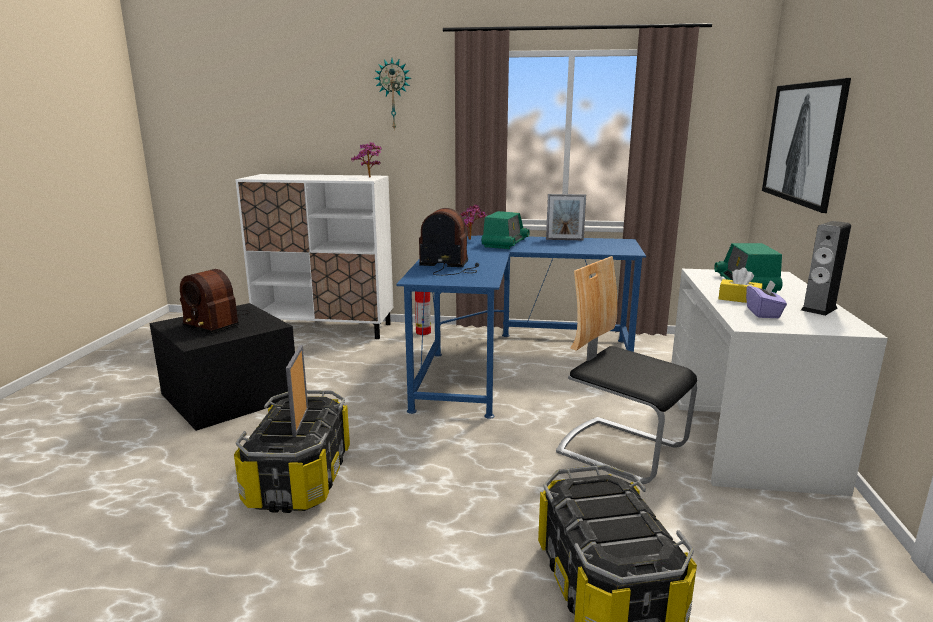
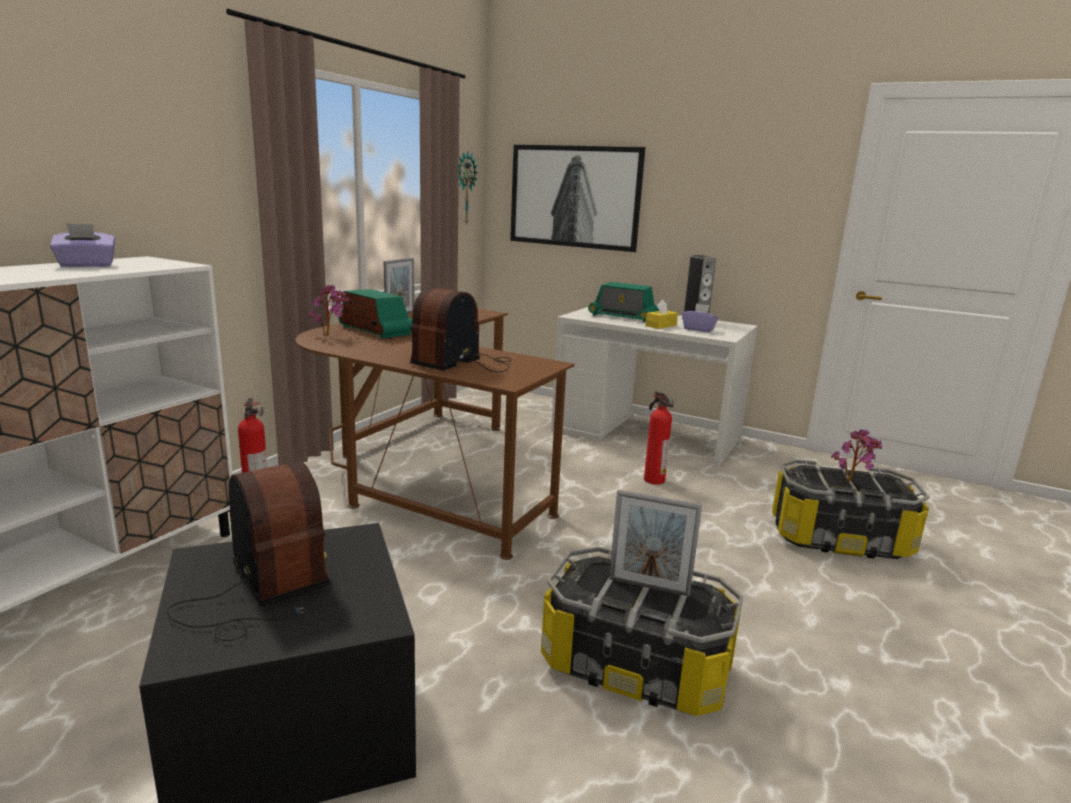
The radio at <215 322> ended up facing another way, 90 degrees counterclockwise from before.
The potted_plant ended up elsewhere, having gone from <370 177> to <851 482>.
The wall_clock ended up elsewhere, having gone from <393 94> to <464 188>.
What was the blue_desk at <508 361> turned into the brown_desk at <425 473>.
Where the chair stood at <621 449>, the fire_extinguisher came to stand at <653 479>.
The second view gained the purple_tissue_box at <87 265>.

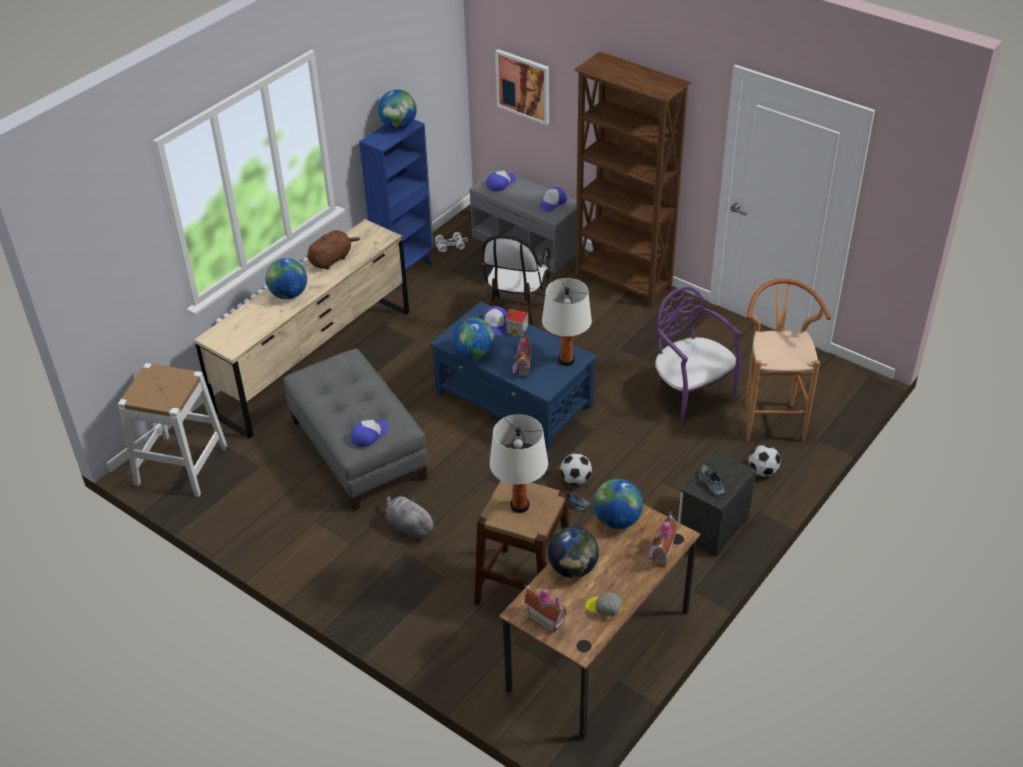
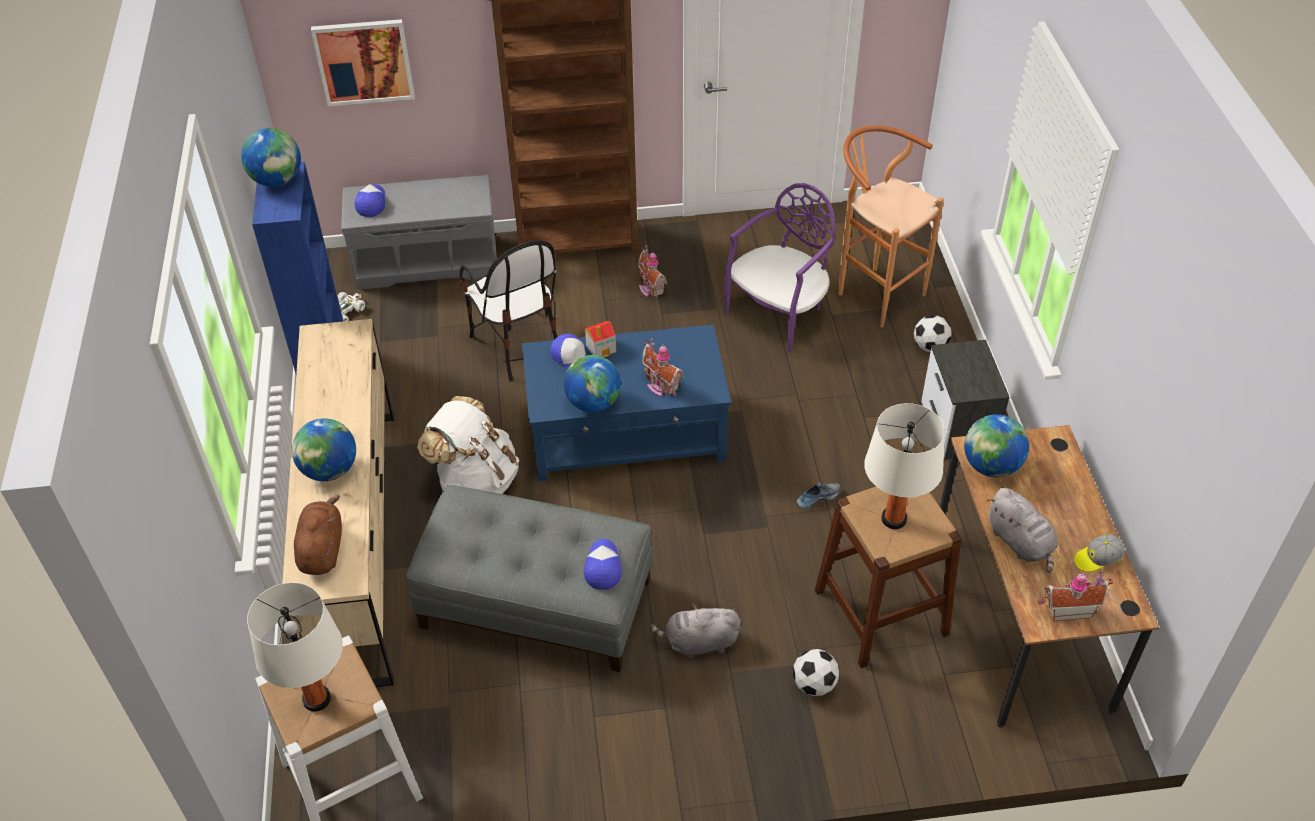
The brown_plush_toy ended up elsewhere, having gone from <332 259> to <322 549>.
The second view lost the cap at <552 203>.
The white_table_lamp ended up elsewhere, having gone from <566 360> to <316 699>.
Where the globe stood at <572 568>, the grey_plush_toy came to stand at <1020 543>.
The football ended up elsewhere, having gone from <575 480> to <814 684>.
The toy_house ended up elsewhere, having gone from <660 553> to <650 288>.
The purple_chair at <691 392> ended up facing another way, 120 degrees clockwise from before.
The second view lost the shoe at <710 483>.
The second view gained the white_backpack at <476 480>.

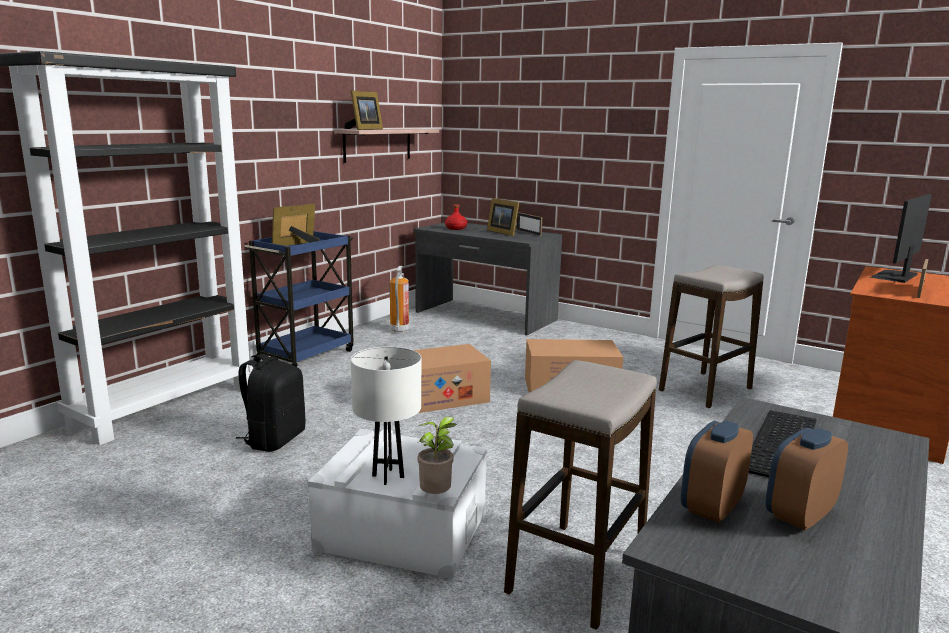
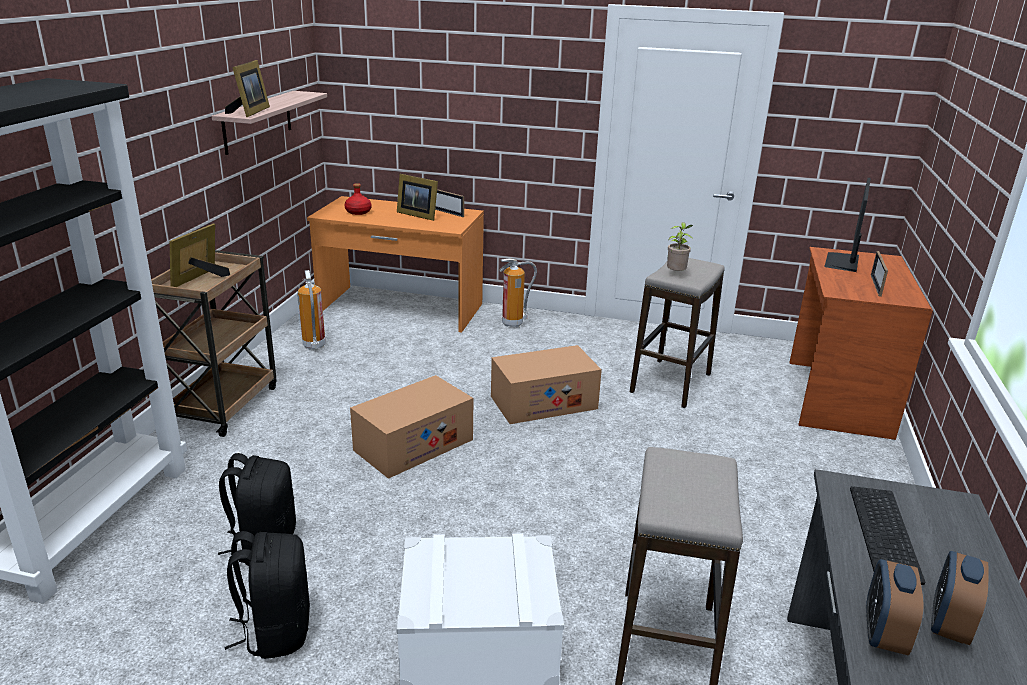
What was the blue_cart at <306 355> turned into the brown_cart at <224 404>.
The second view lost the white_table_lamp at <388 476>.
What was the grey_desk at <484 316> turned into the orange_desk at <400 309>.
The potted_plant ended up elsewhere, having gone from <437 497> to <676 274>.
The second view gained the black_backpack at <276 630>.
The second view gained the fire_extinguisher at <513 323>.

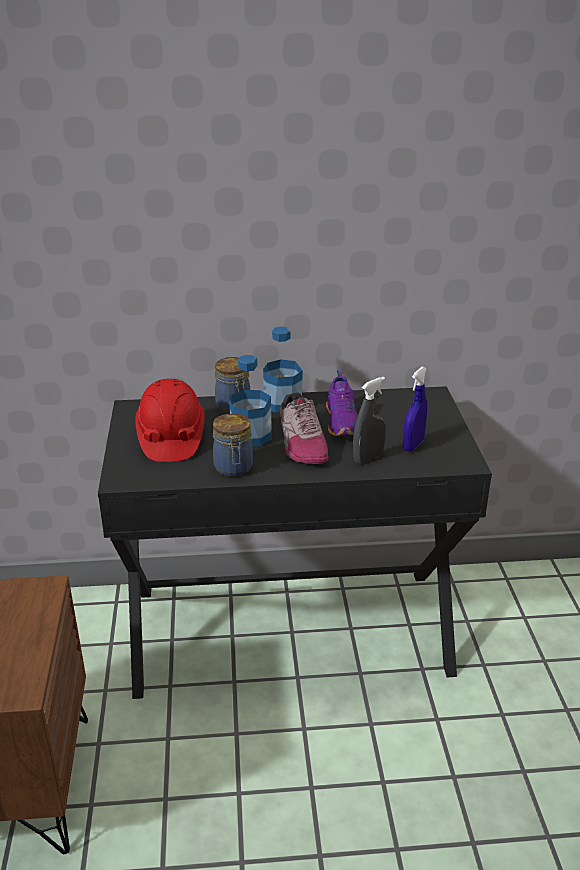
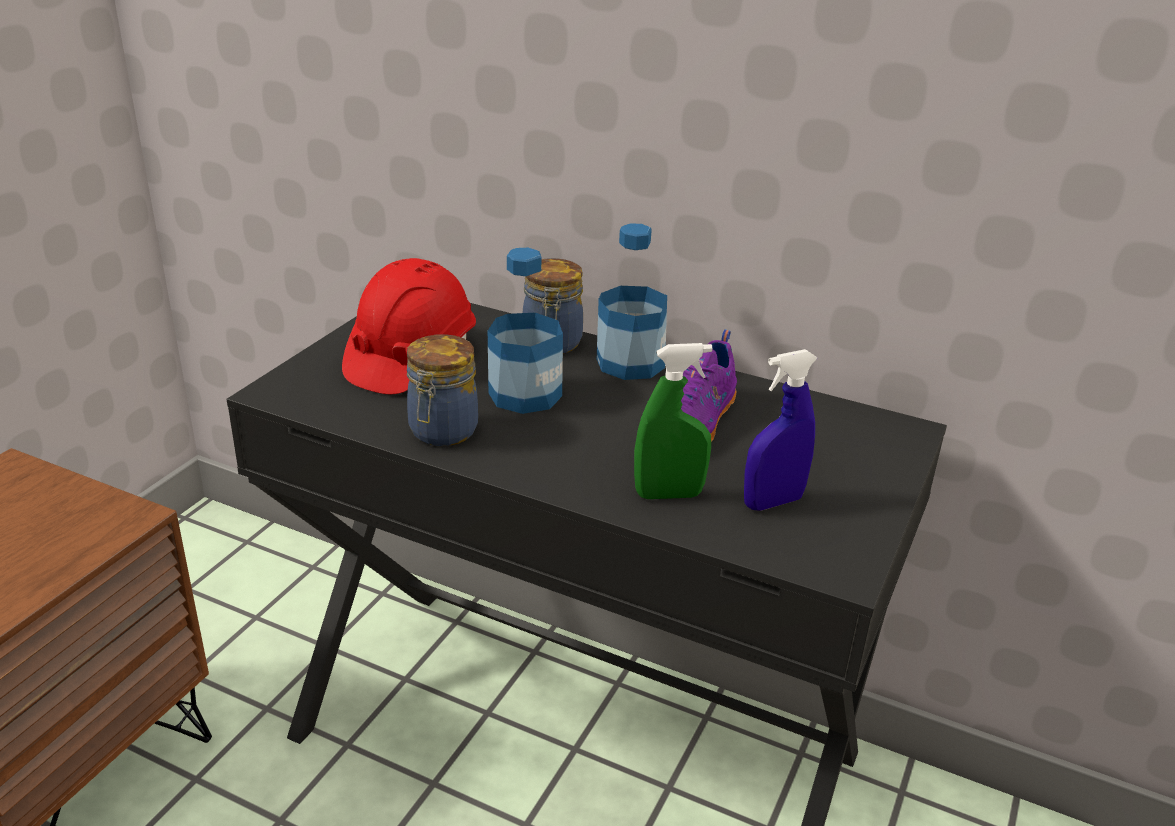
The second view lost the shoe at <301 442>.
What was the grey_spray_bottle at <368 458> turned into the green_spray_bottle at <668 494>.

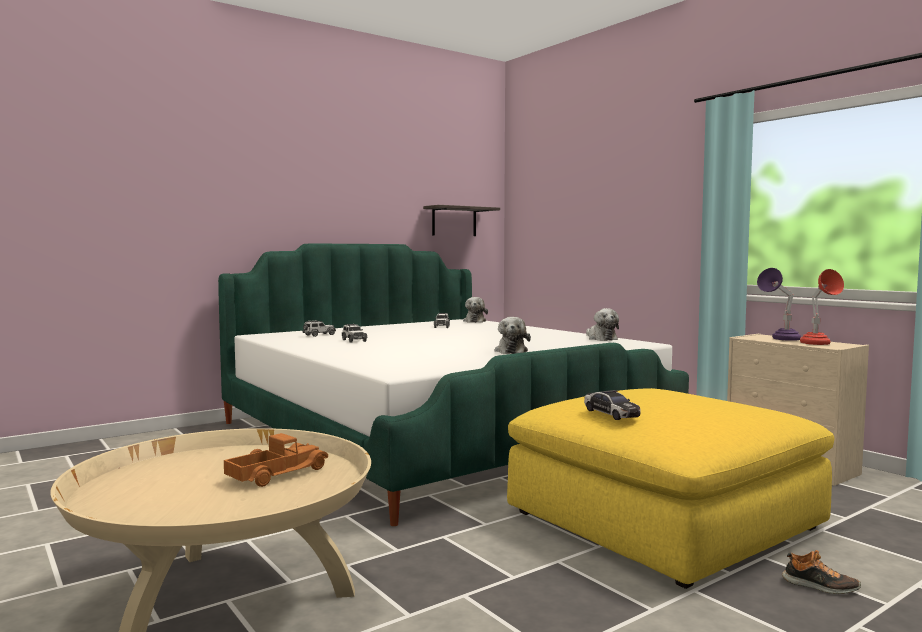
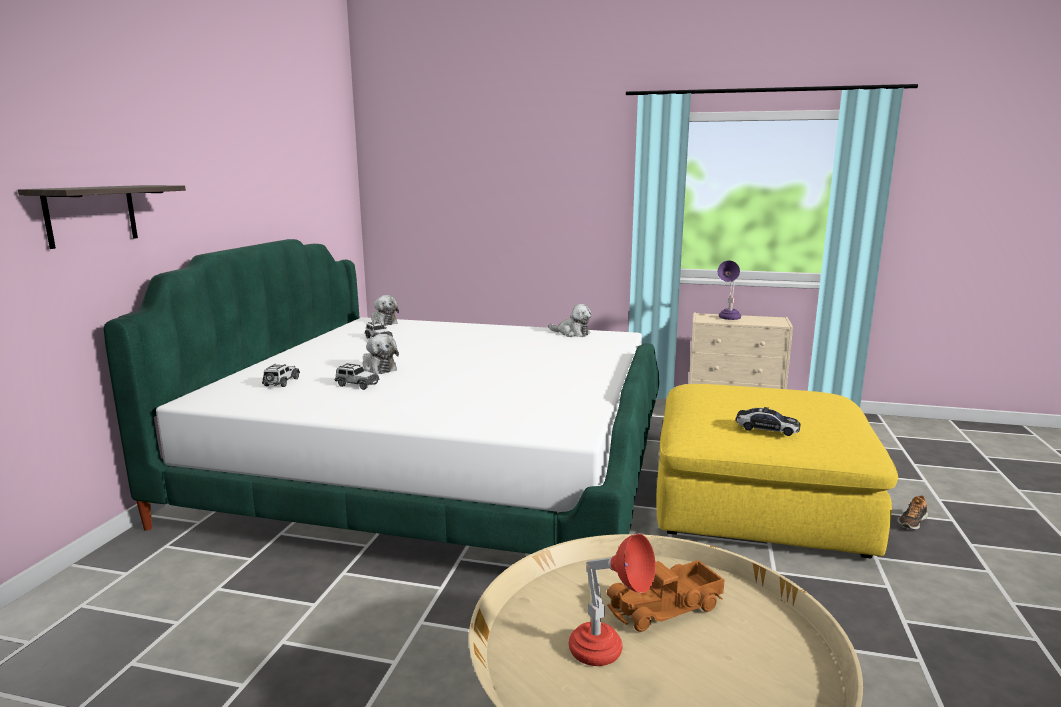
The toy_truck at <276 474> ended up facing another way, 120 degrees counterclockwise from before.
The shelf ended up elsewhere, having gone from <454 221> to <91 215>.
The plush_toy ended up elsewhere, having gone from <511 351> to <378 368>.
The shoe at <820 586> ended up facing another way, 150 degrees clockwise from before.
The red_table_lamp ended up elsewhere, having gone from <819 344> to <607 657>.

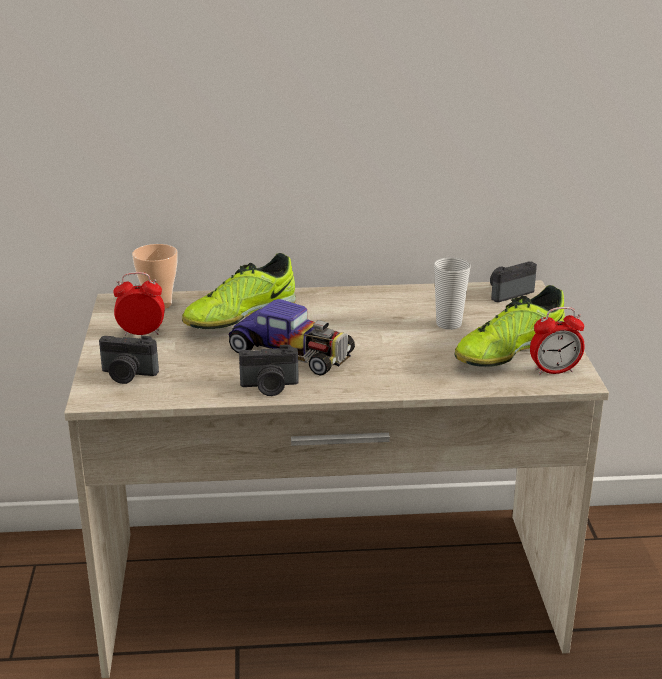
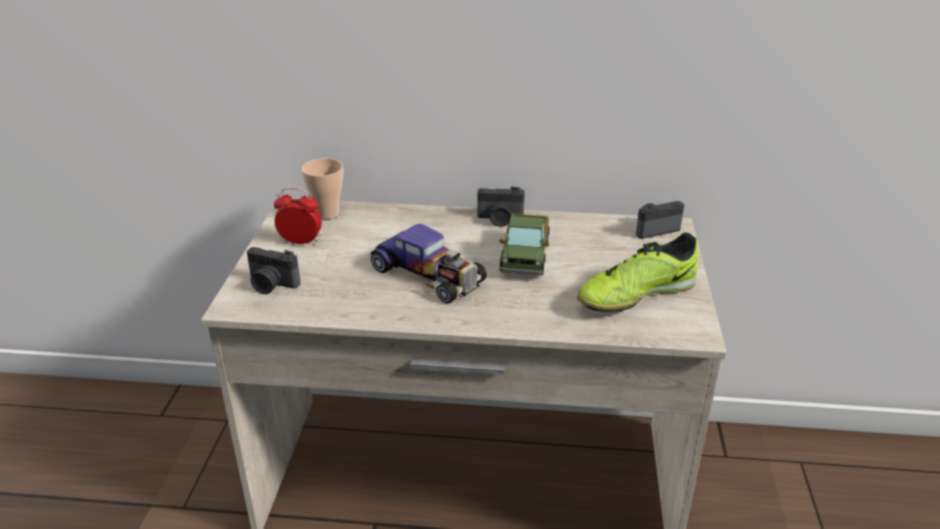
The second view lost the shoe at <240 316>.
The photo_camera ended up elsewhere, having gone from <269 387> to <500 219>.
The second view lost the cup at <448 324>.
The second view lost the alarm_clock at <554 371>.
The second view gained the toy_truck at <525 257>.

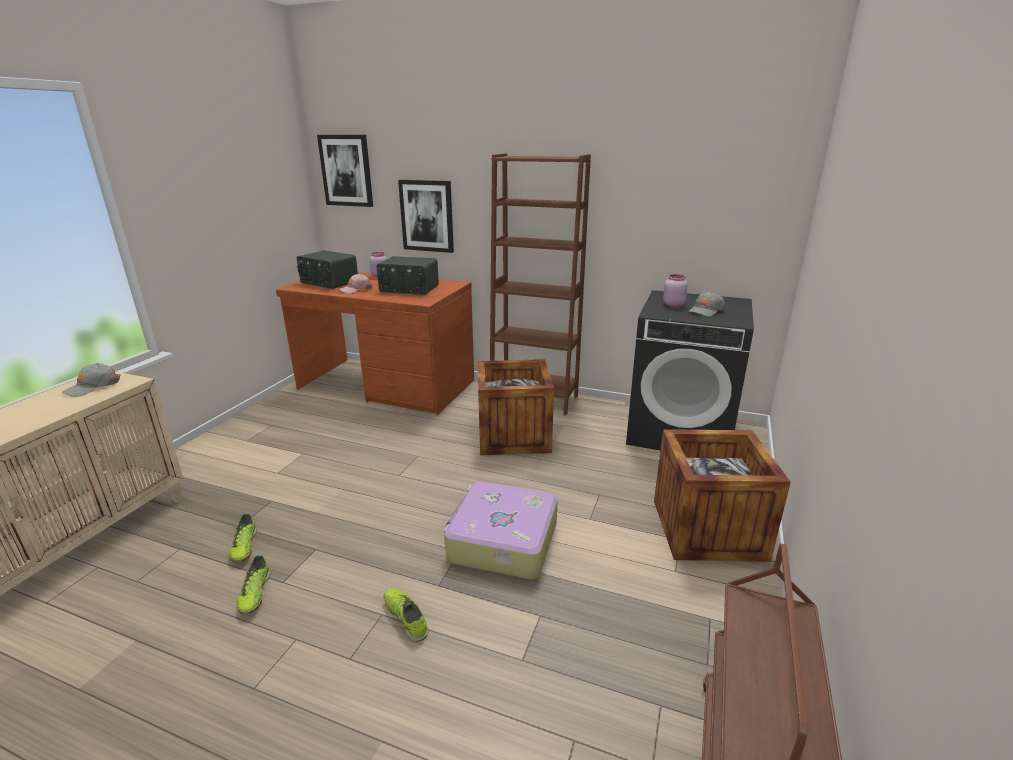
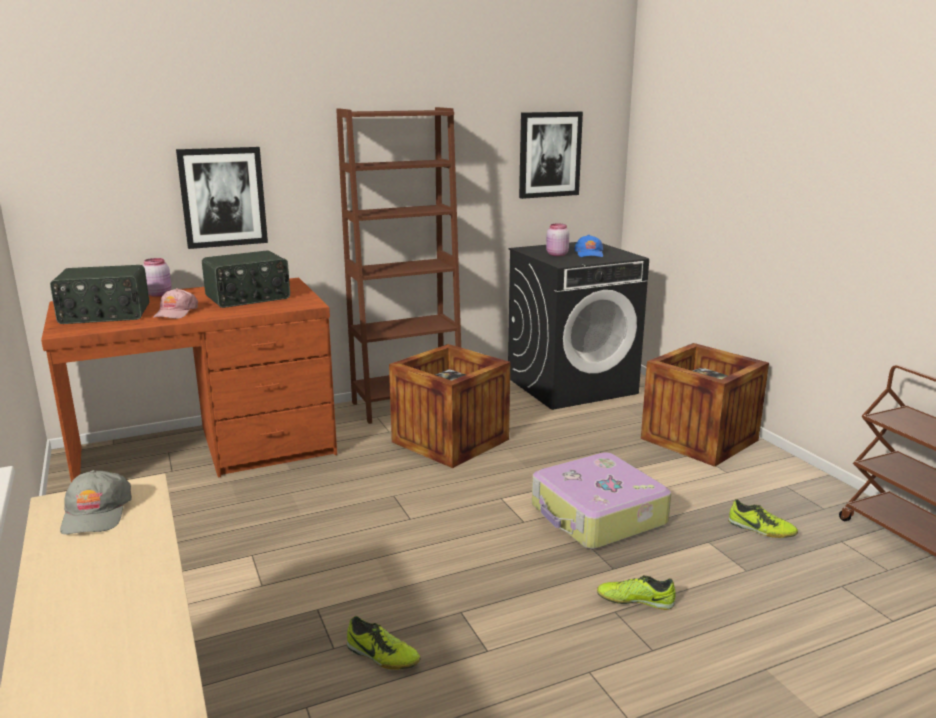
The shoe ended up elsewhere, having gone from <255 593> to <761 530>.
The picture ended up elsewhere, having gone from <346 170> to <549 154>.
What was the grey_cap at <706 310> turned into the blue_cap at <589 254>.

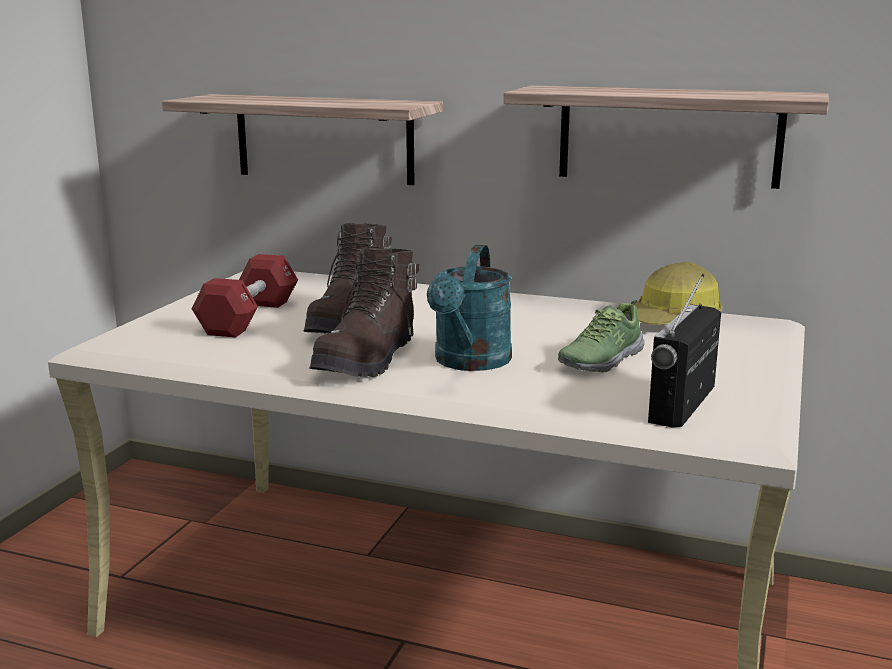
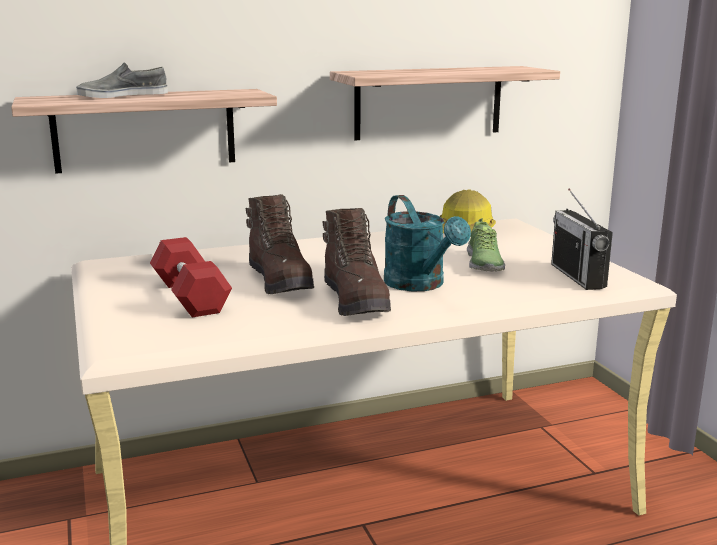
The second view gained the grey_shoe at <123 95>.

